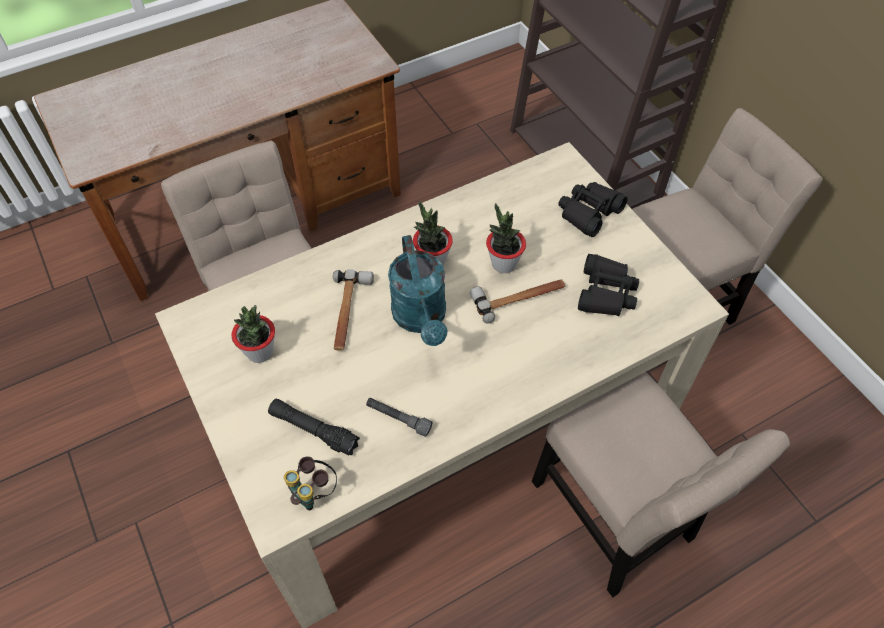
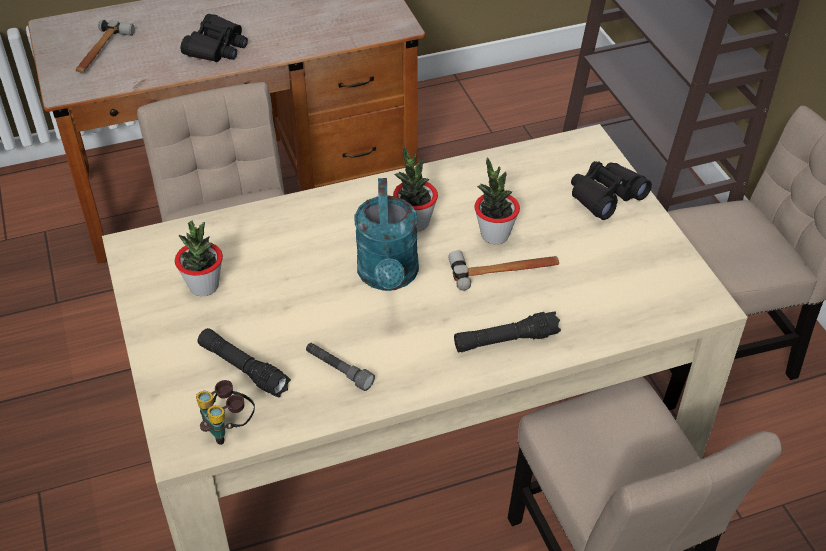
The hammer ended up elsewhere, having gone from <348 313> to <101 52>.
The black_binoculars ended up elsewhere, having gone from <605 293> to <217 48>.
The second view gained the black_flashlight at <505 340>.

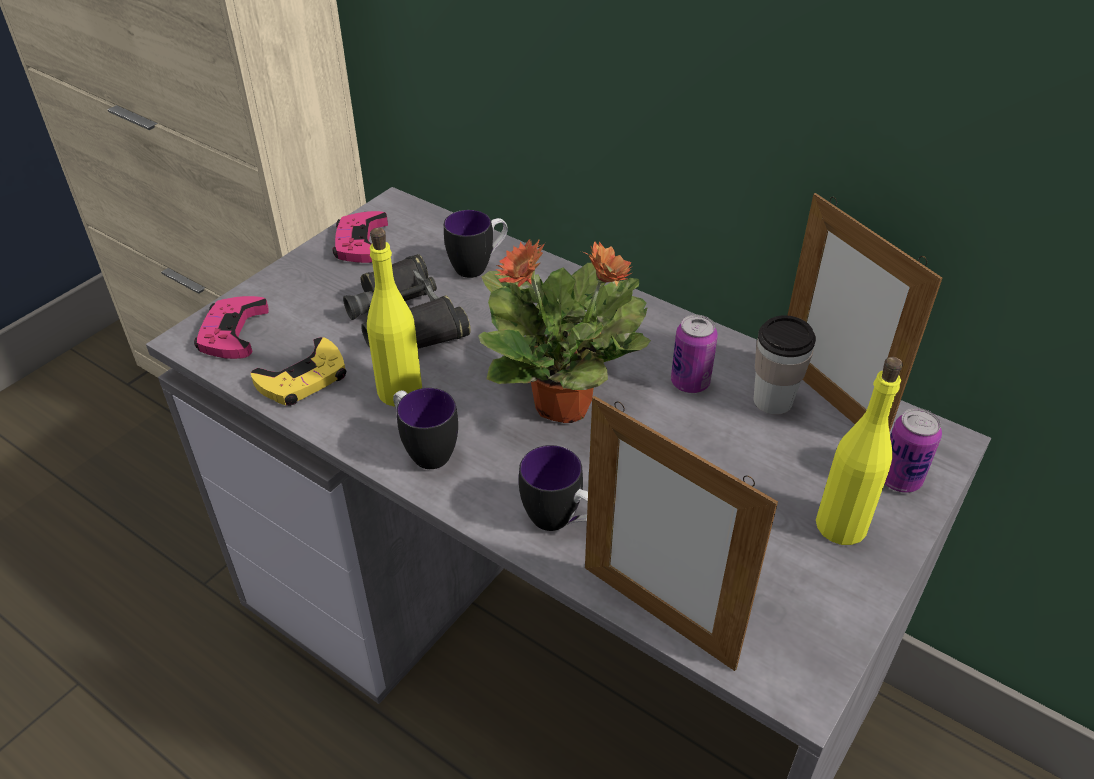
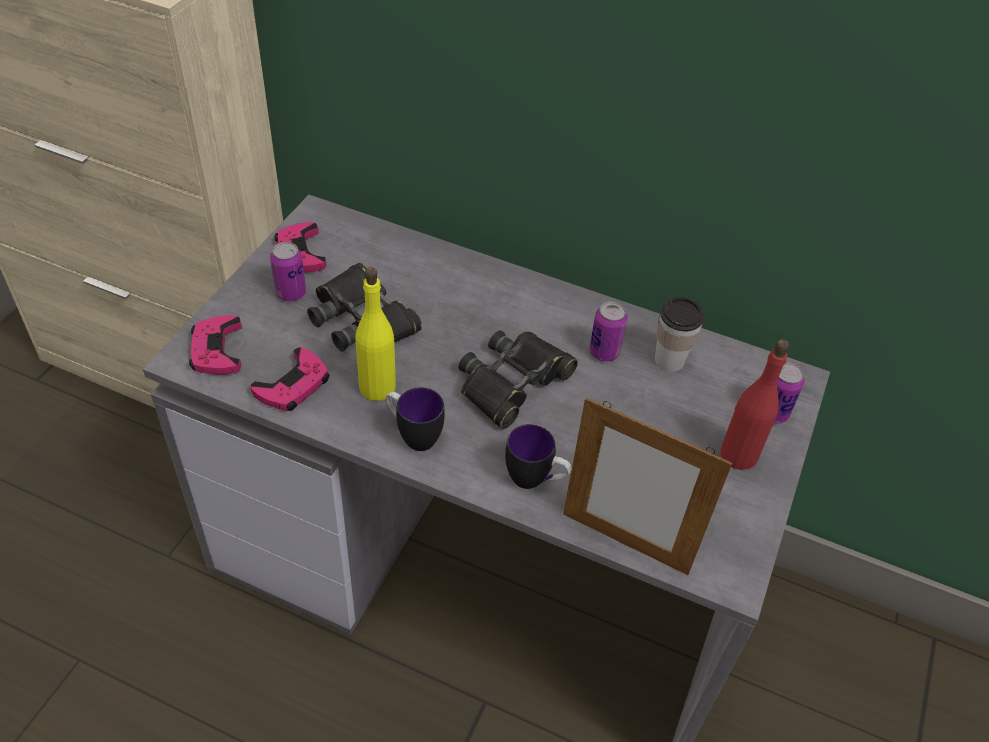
What was the yellow_game_controller at <304 379> turned into the pink_game_controller at <293 385>.
The second view lost the mug at <478 266>.
Where the potted_plant stood at <565 404>, the black_binoculars came to stand at <513 382>.
The second view lost the picture_frame at <829 400>.
What was the yellow_bottle at <840 525> turned into the red_bottle at <738 454>.
The second view gained the can at <291 293>.

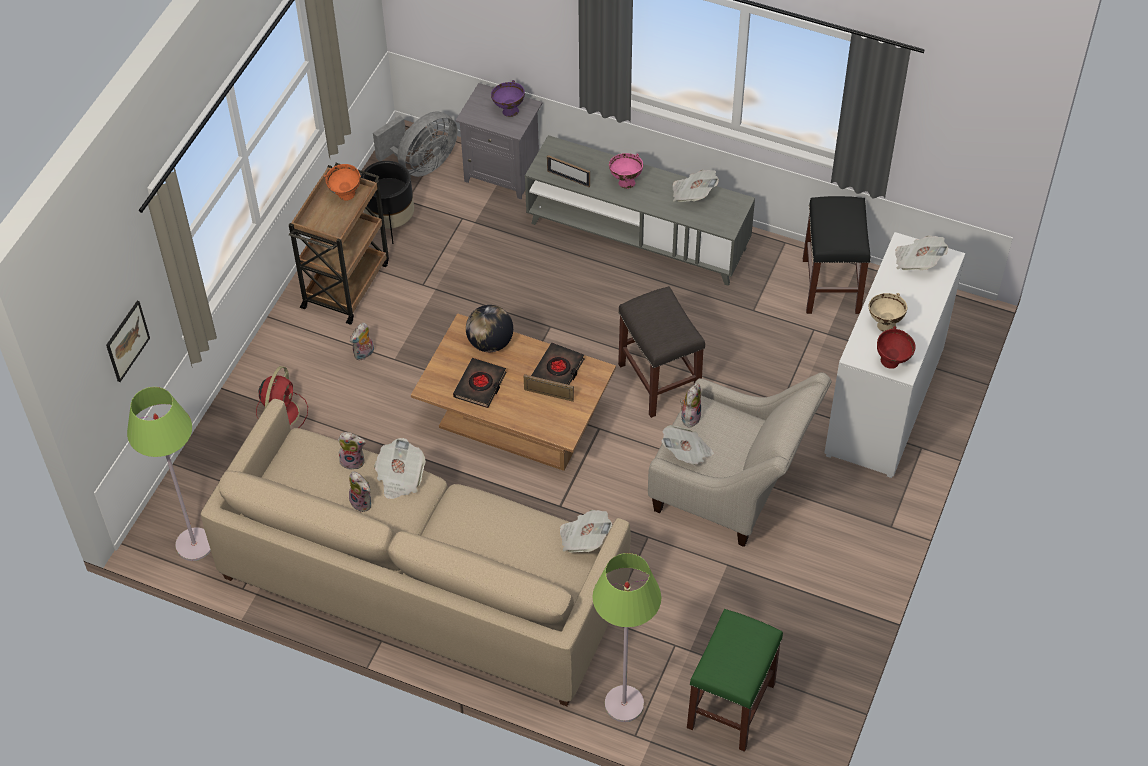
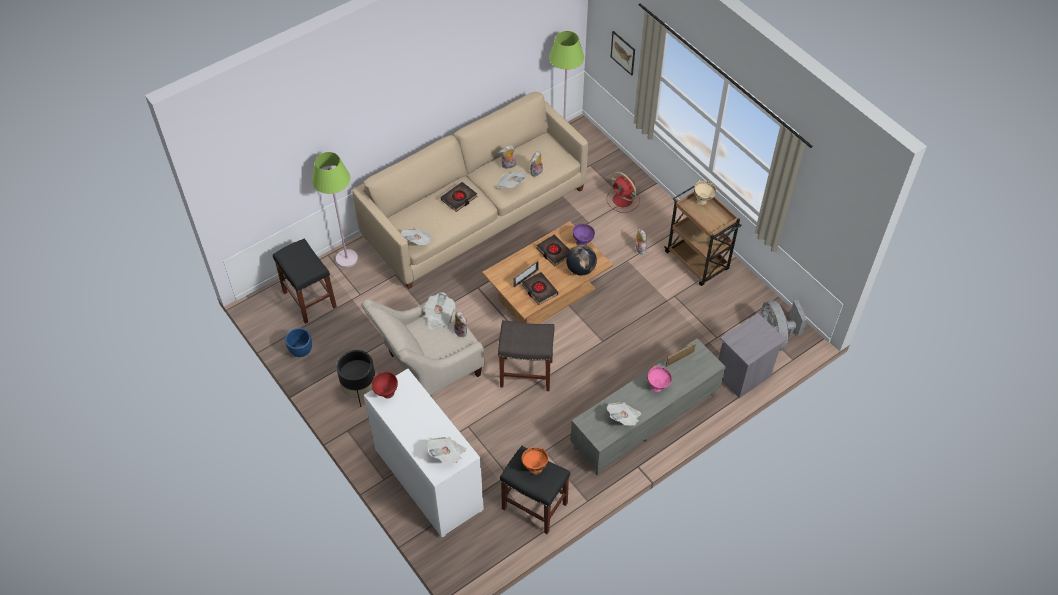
The orange_bowl ended up elsewhere, having gone from <346 196> to <534 468>.
The black_planter ended up elsewhere, having gone from <390 224> to <360 390>.
The purple_bowl ended up elsewhere, having gone from <508 111> to <582 243>.
What was the green_stool at <731 707> turned into the black_stool at <309 299>.
The beige_bowl ended up elsewhere, having gone from <884 325> to <702 200>.
The second view gained the blue_planter at <301 351>.
The second view gained the black_book at <459 198>.

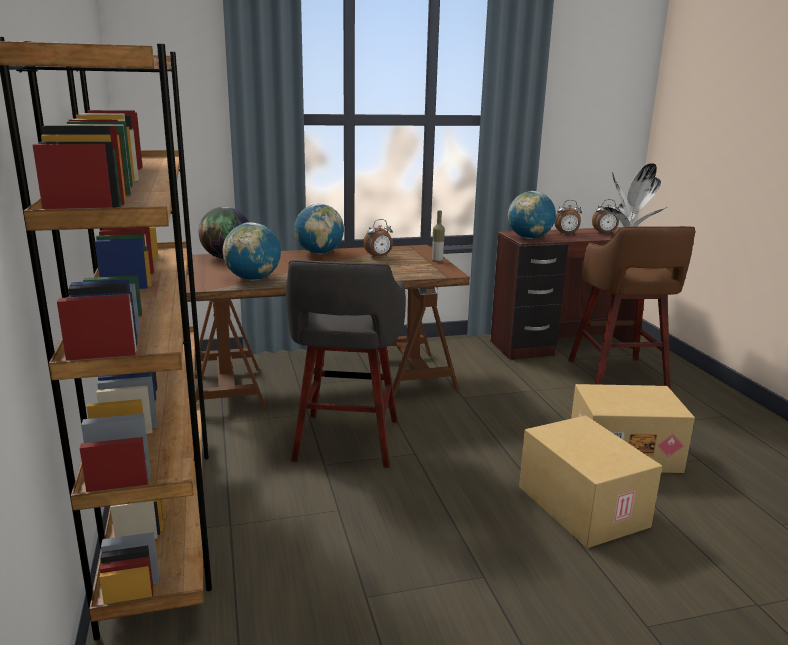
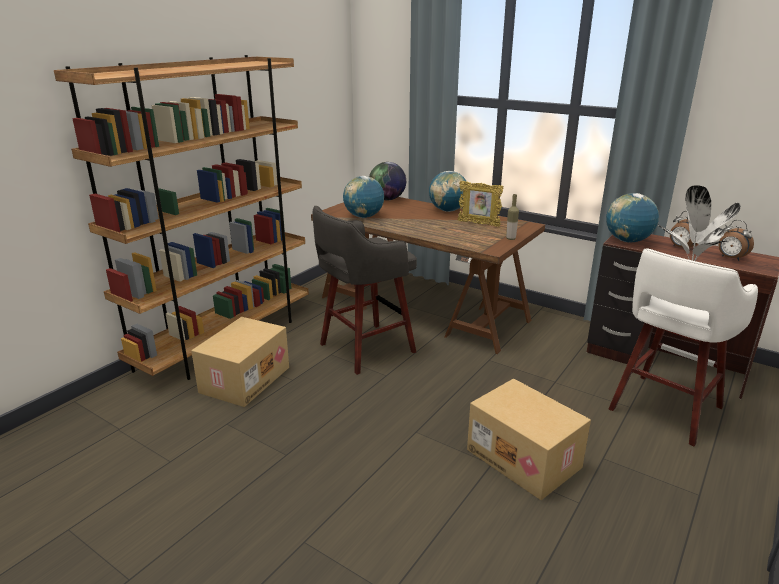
Where the alarm_clock stood at <379 257>, the picture_frame came to stand at <478 224>.
The cardboard_box ended up elsewhere, having gone from <580 506> to <244 379>.
What was the brown_stool at <618 376> turned into the white_stool at <663 410>.

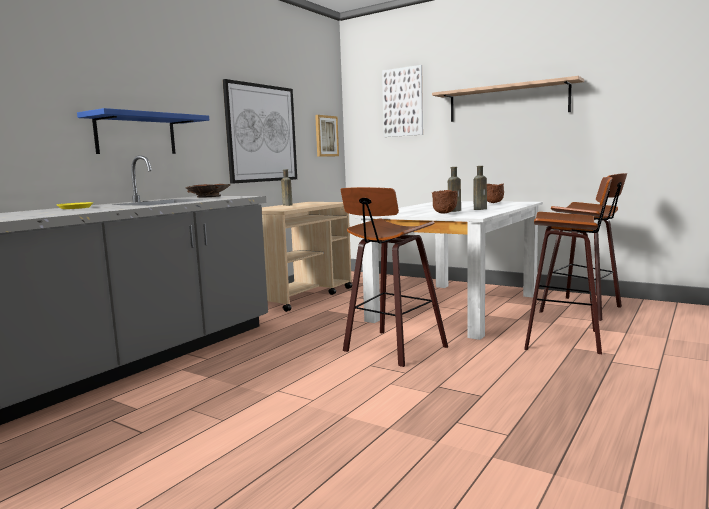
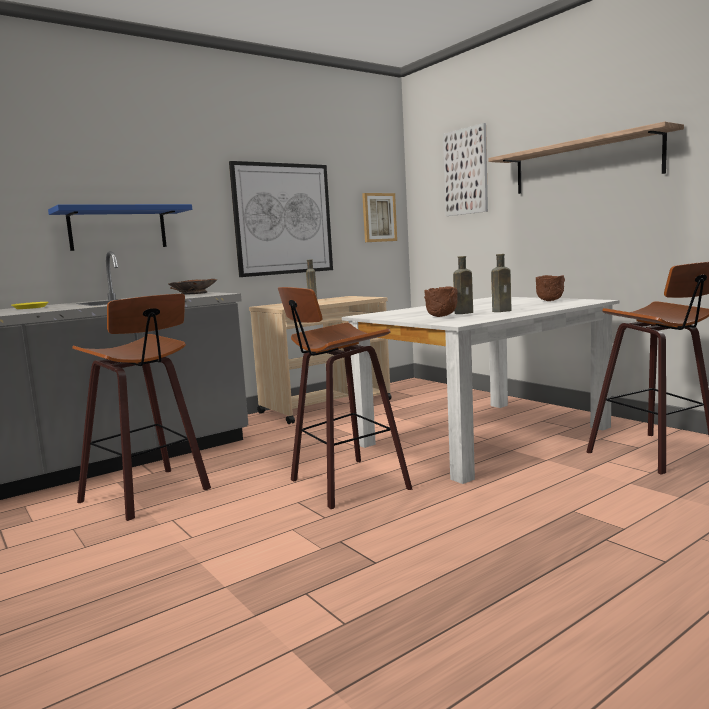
The stool ended up elsewhere, having gone from <565 339> to <150 494>.

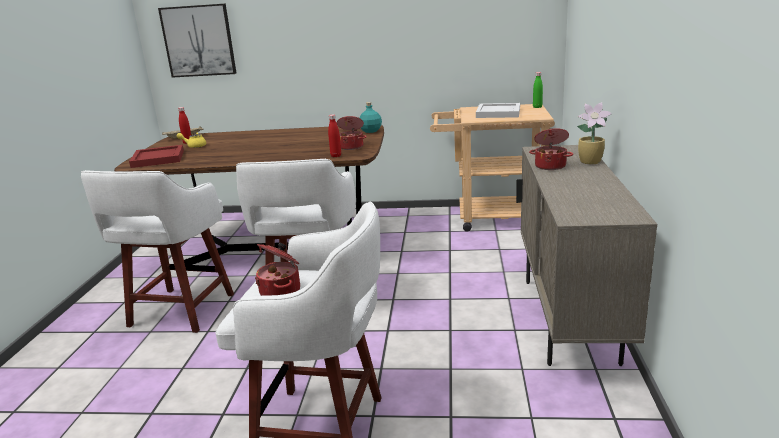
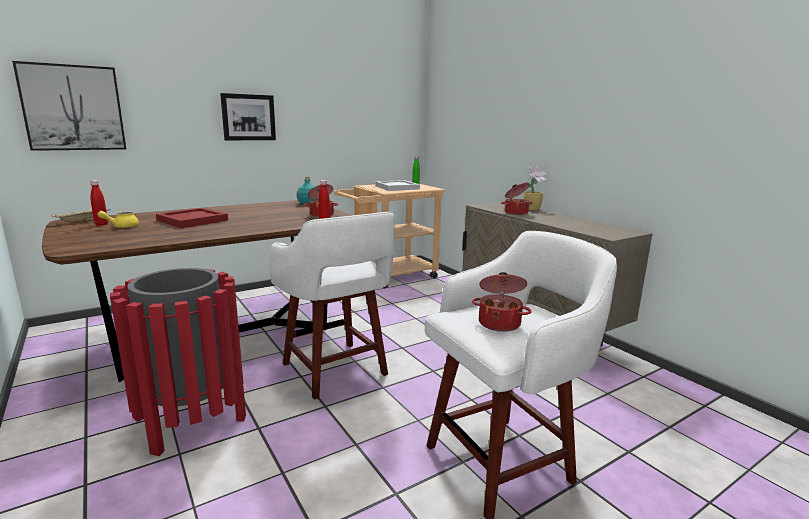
Where the white_stool stood at <180 312>, the red_trash_can came to stand at <192 421>.
The red_tray ended up elsewhere, having gone from <159 159> to <194 220>.
The second view gained the picture at <248 117>.

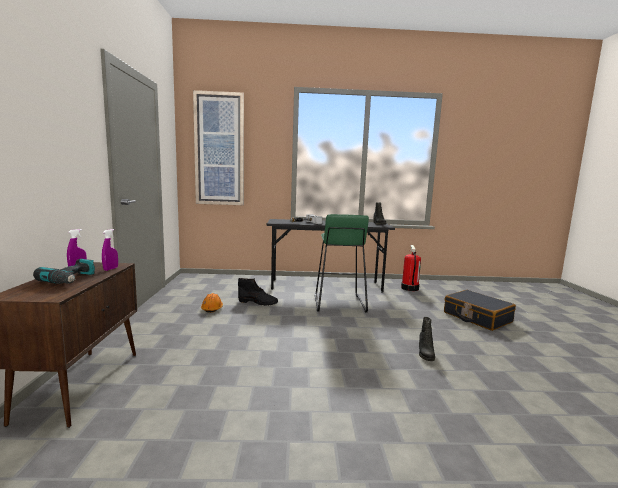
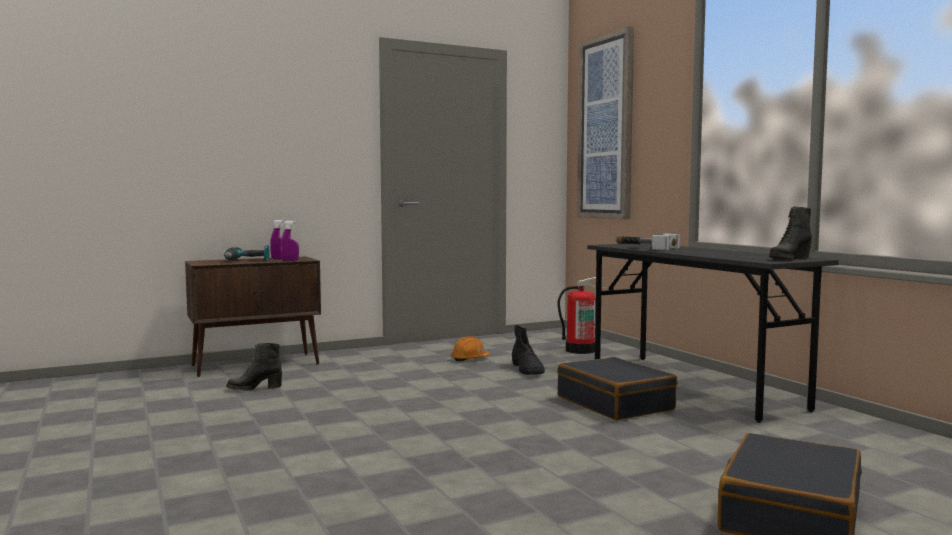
Where the green_stool stood at <338 303>, the black_suitcase came to stand at <615 403>.
The fire_extinguisher ended up elsewhere, having gone from <409 288> to <580 350>.
The black_boot ended up elsewhere, having gone from <425 353> to <254 388>.

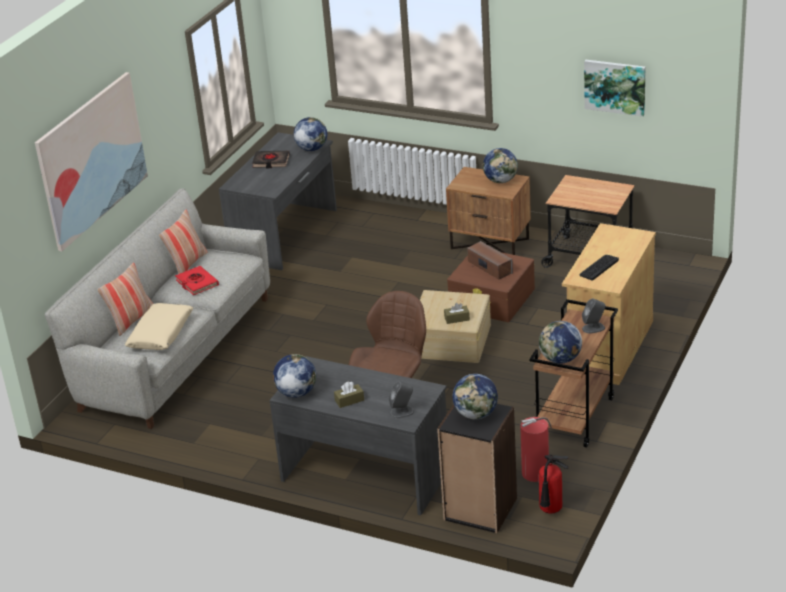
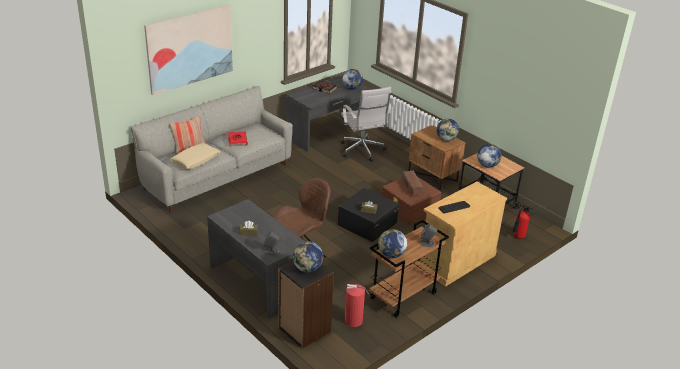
The second view lost the pillow at <187 264>.
The globe ended up elsewhere, having gone from <296 393> to <487 165>.
What was the beige_storage_box at <451 341> turned into the black_storage_box at <367 223>.
The fire_extinguisher ended up elsewhere, having gone from <550 511> to <518 237>.
The second view lost the picture at <615 86>.
The second view gained the white_office_chair at <362 151>.

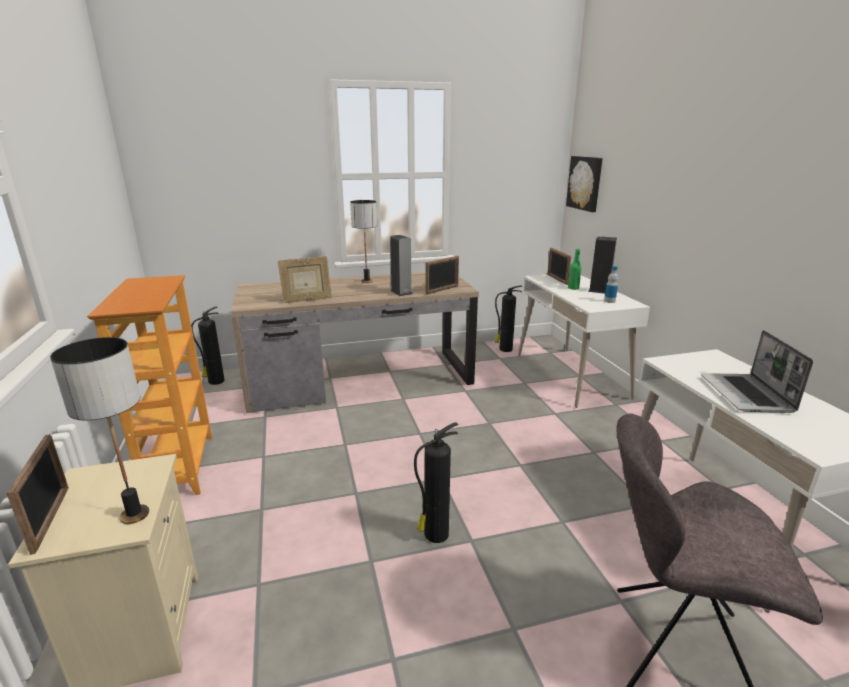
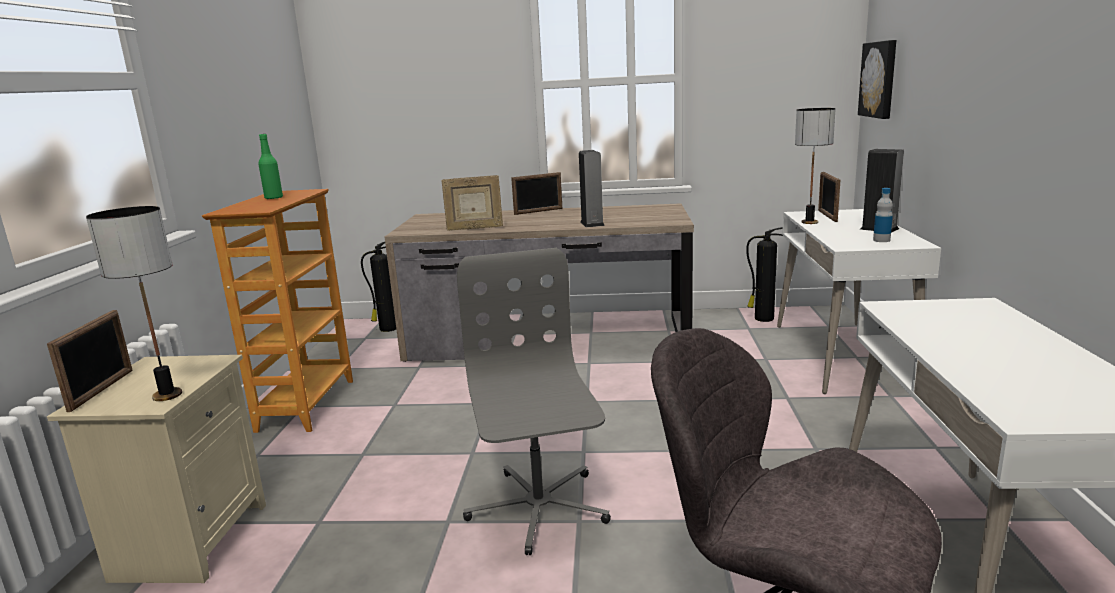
The table_lamp ended up elsewhere, having gone from <366 281> to <809 222>.
Where the fire_extinguisher stood at <435 535>, the grey_office_chair came to stand at <537 508>.
The picture_frame ended up elsewhere, having gone from <442 290> to <538 211>.
The green_bottle ended up elsewhere, having gone from <573 288> to <273 198>.
The second view lost the laptop at <747 395>.

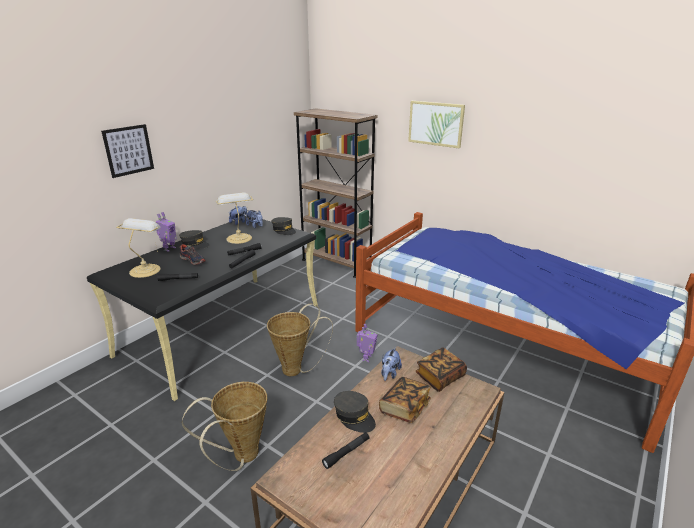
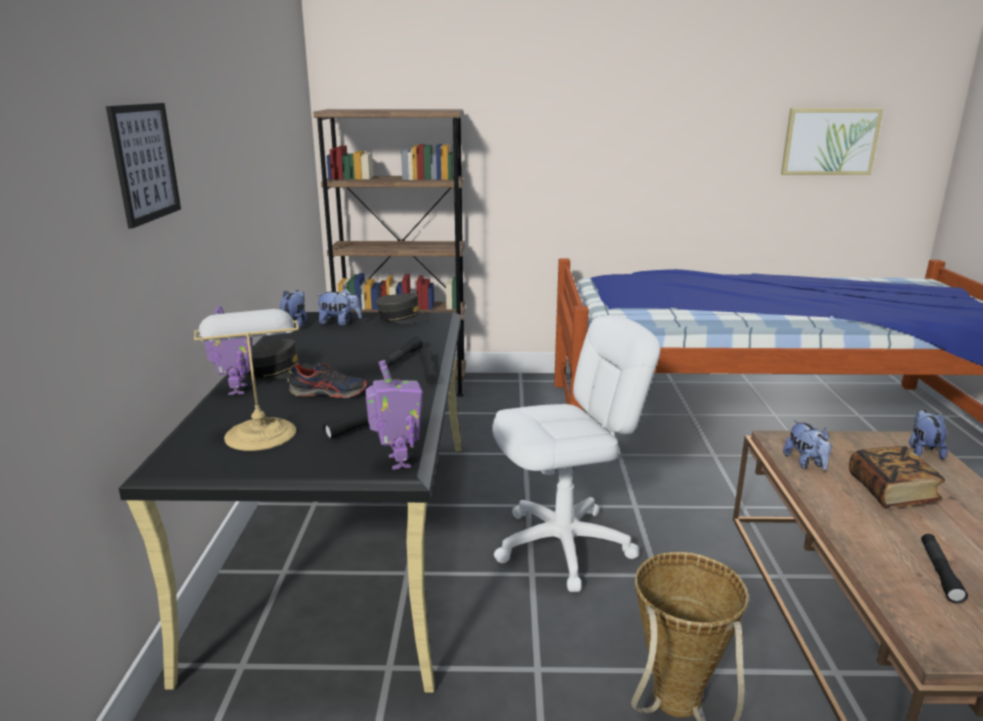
The second view lost the table_lamp at <238 238>.
Where the basket stood at <296 369>, the white_office_chair came to stand at <564 546>.
The second view lost the grey_cap at <354 417>.
The toy_robot ended up elsewhere, having gone from <366 358> to <397 461>.
The picture ended up elsewhere, having gone from <436 123> to <829 141>.
The second view lost the book at <440 377>.
The second view gained the plush_toy at <923 450>.

